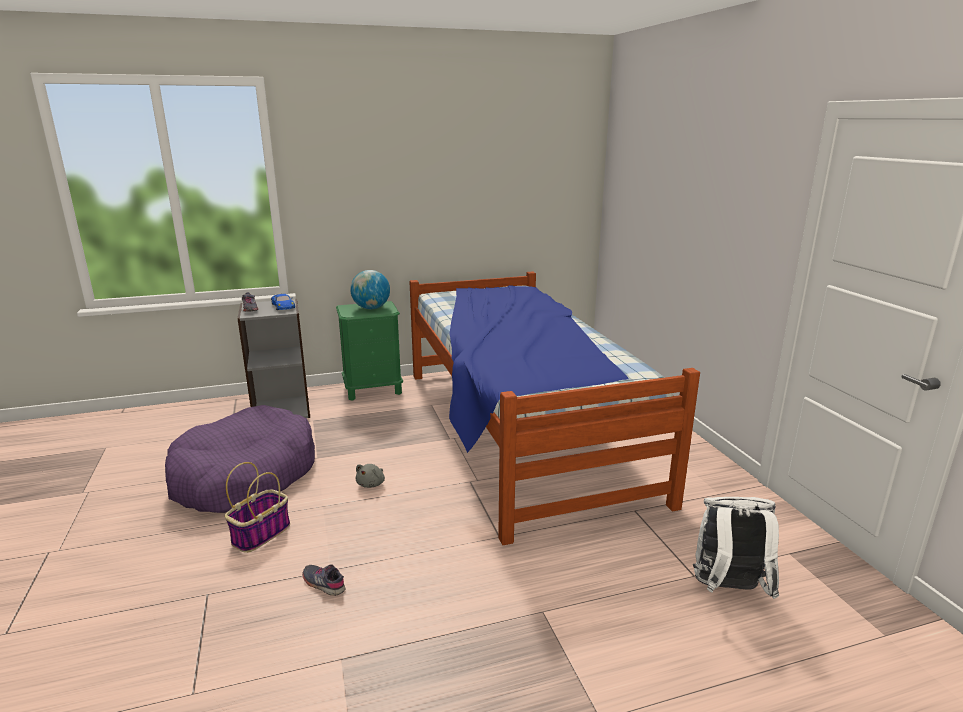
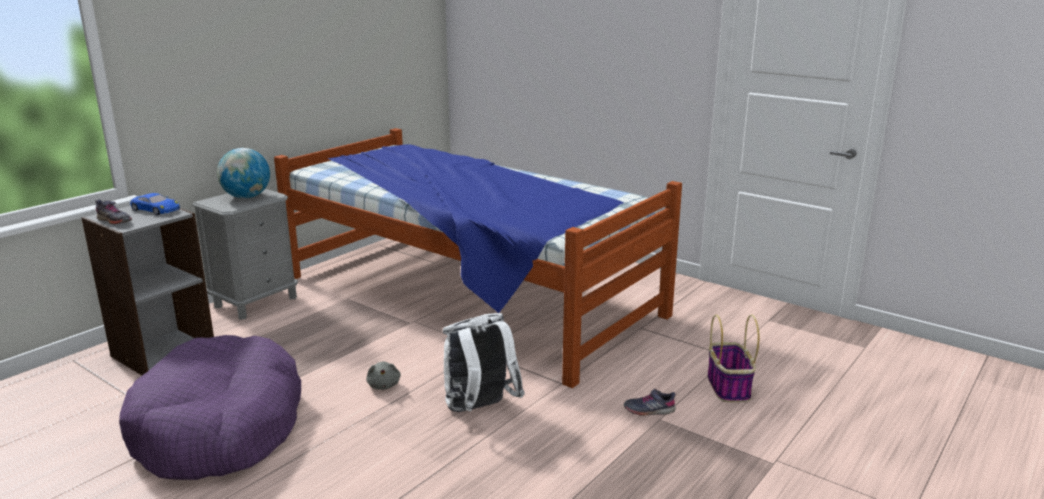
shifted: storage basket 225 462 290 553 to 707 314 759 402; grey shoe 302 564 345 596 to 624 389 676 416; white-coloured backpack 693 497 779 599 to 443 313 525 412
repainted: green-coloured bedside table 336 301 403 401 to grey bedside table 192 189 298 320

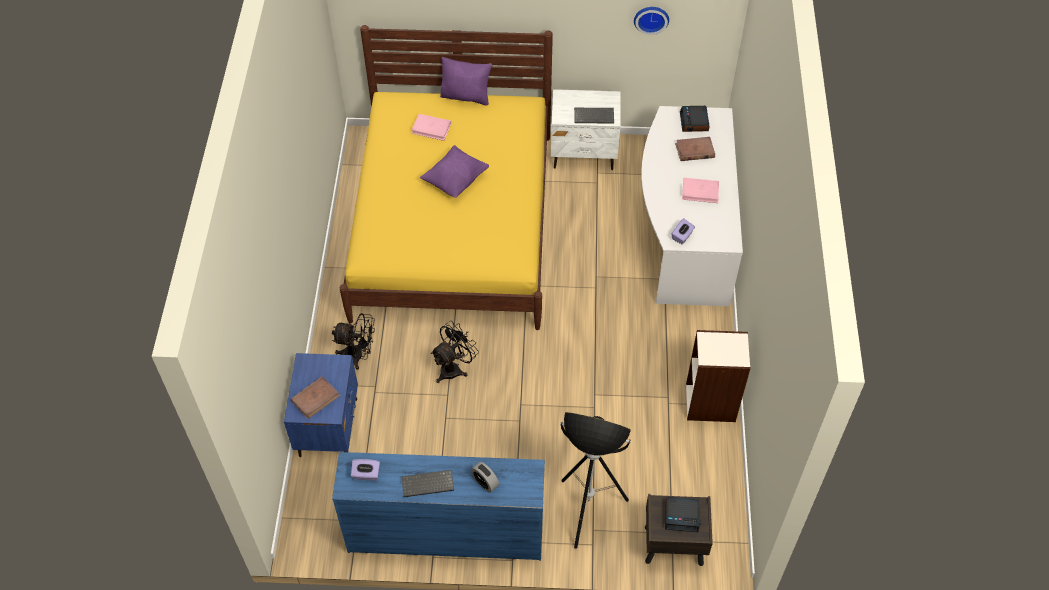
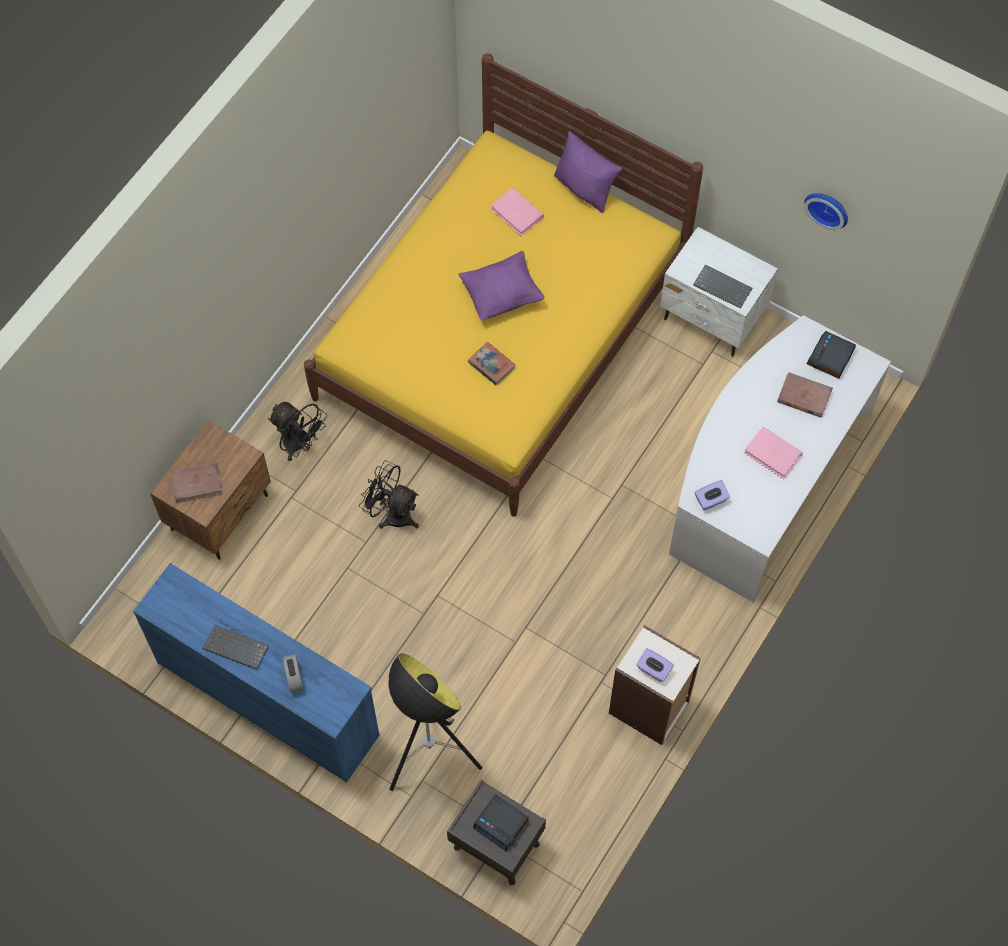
new: volume 468 342 515 385
shifted: purple-coloured box of tissues 351 459 380 481 to 636 648 674 682
repainted: bluish bedside table 284 353 358 457 to brown bedside table 150 420 271 560
rotated: black fan 431 321 479 383 = 359 460 419 529 135 degrees counterclockwise

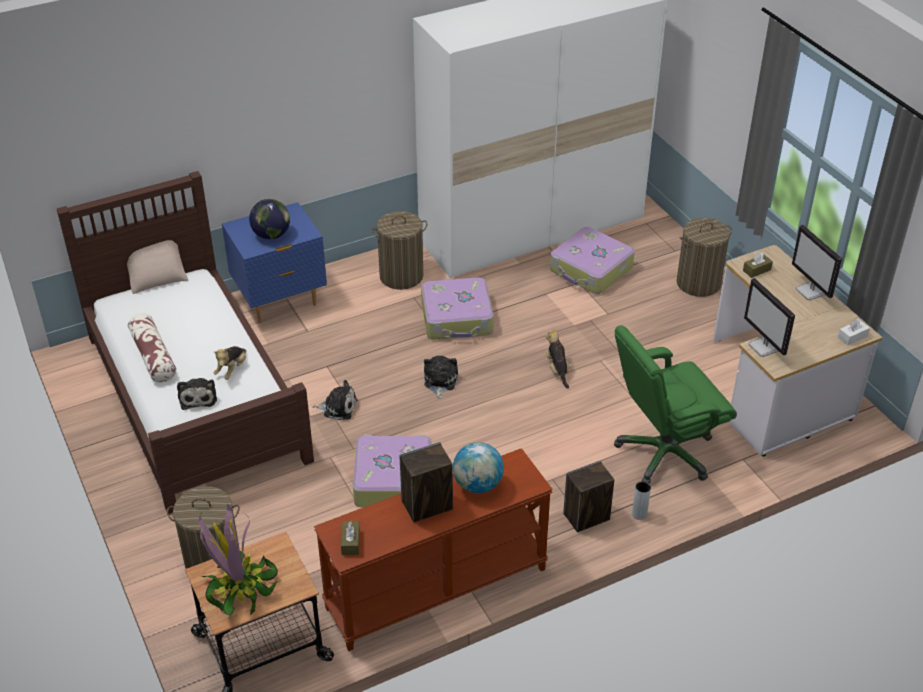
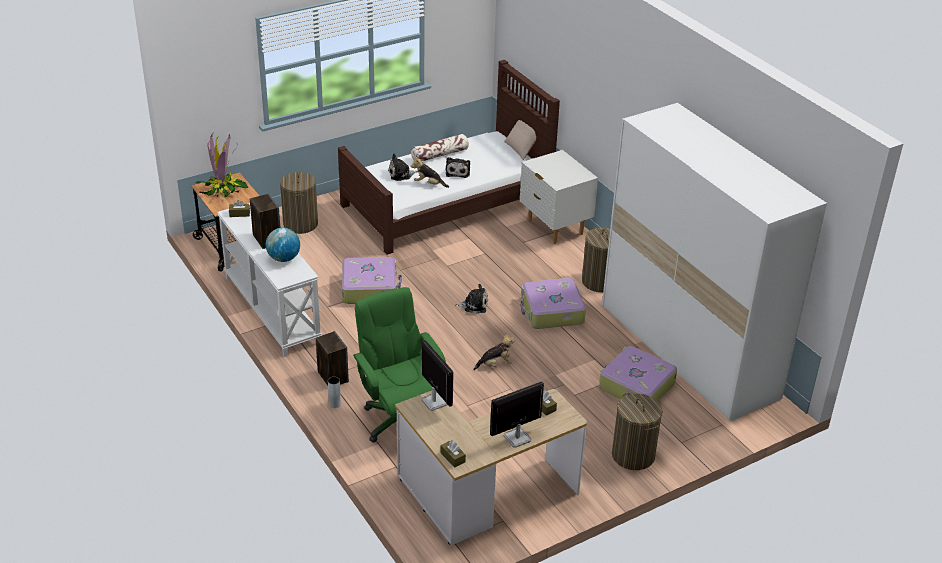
gone: globe 249 199 290 239
shifted: plush toy 313 380 357 420 to 446 157 470 178
repainted: bluish bedside table 222 202 327 323 to white-coloured bedside table 520 150 598 244; brown narrow table 314 448 553 651 to white-coloured narrow table 217 203 322 357; white-coloured box of tissues 838 318 870 346 to brown box of tissues 441 440 466 468
rotated: computer display 744 278 795 357 = 422 340 454 411 90 degrees clockwise

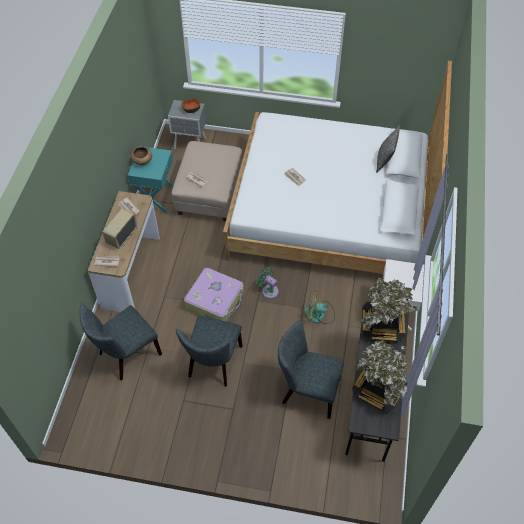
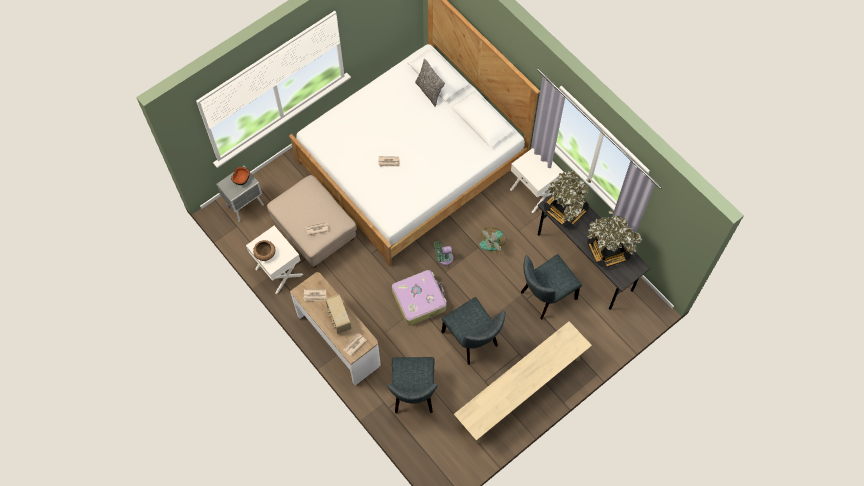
new: beige bench 454 321 592 443
repainted: blue-green bedside table 128 146 173 212 to white-coloured bedside table 246 226 303 294

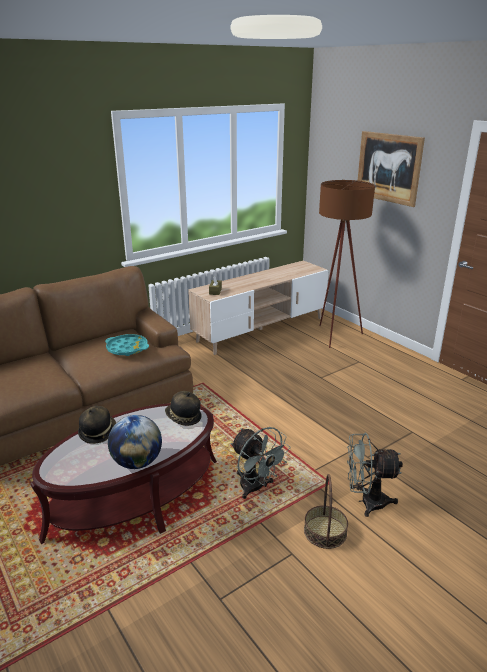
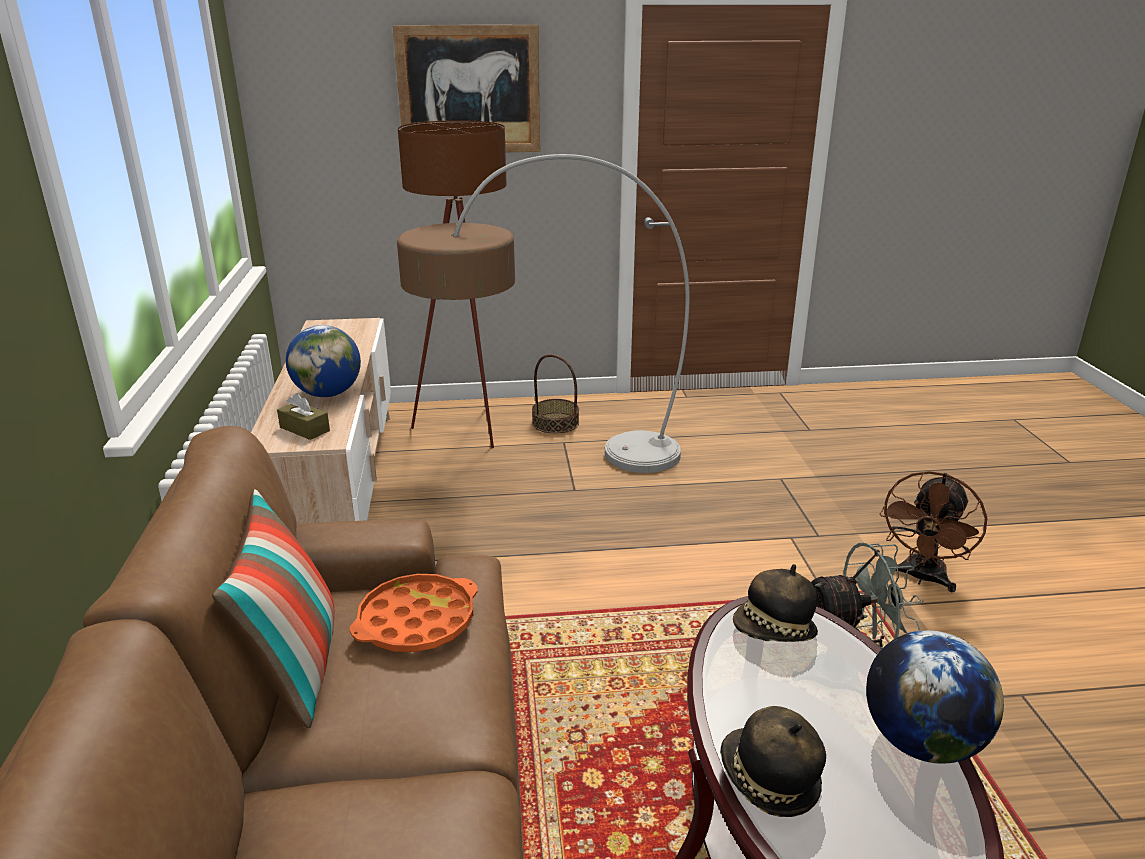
new: pillow 212 489 334 728; globe 286 325 361 397; standing lamp 397 154 689 473
shifted: storage basket 304 474 348 549 to 532 354 579 434
repainted: blue-green serving tray 105 334 149 356 to orange-coloured serving tray 349 574 478 652; grey fan 347 433 403 517 to brown fan 880 471 987 592

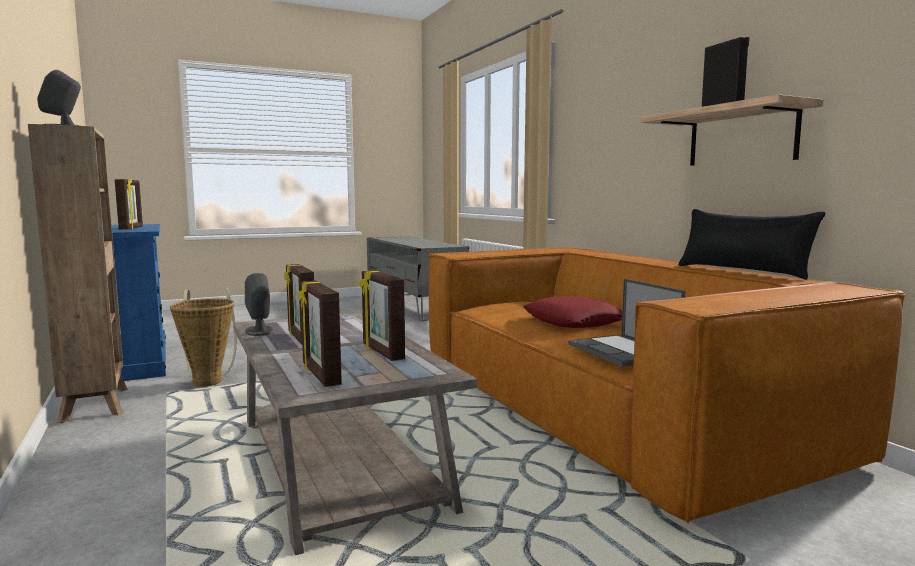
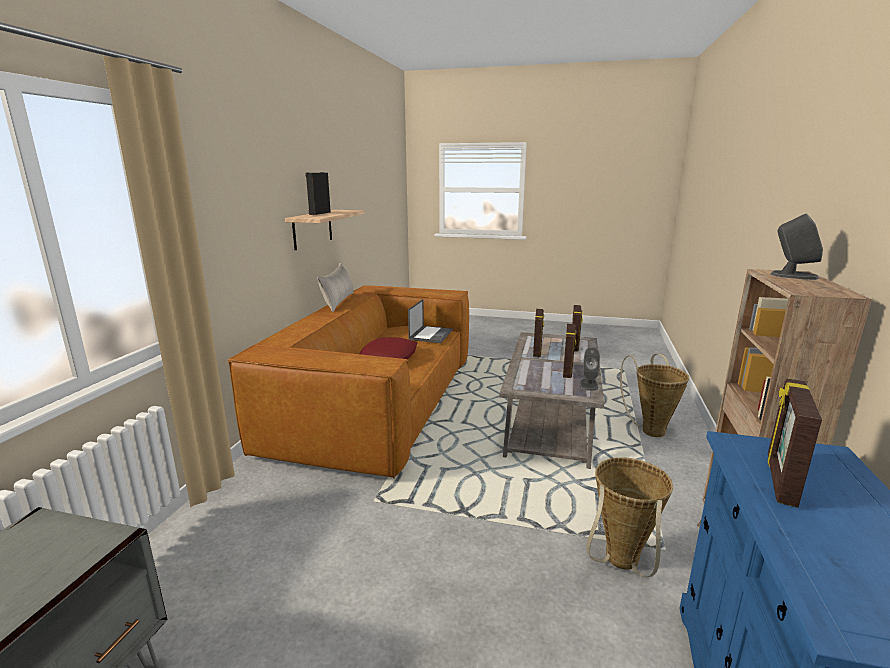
new: storage basket 620 354 689 437
repainted: black pillow 678 209 825 280 to beige pillow 317 263 354 312

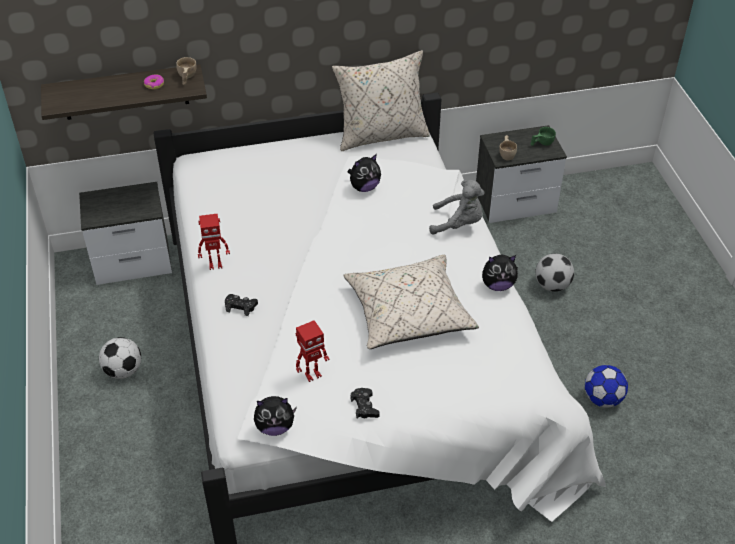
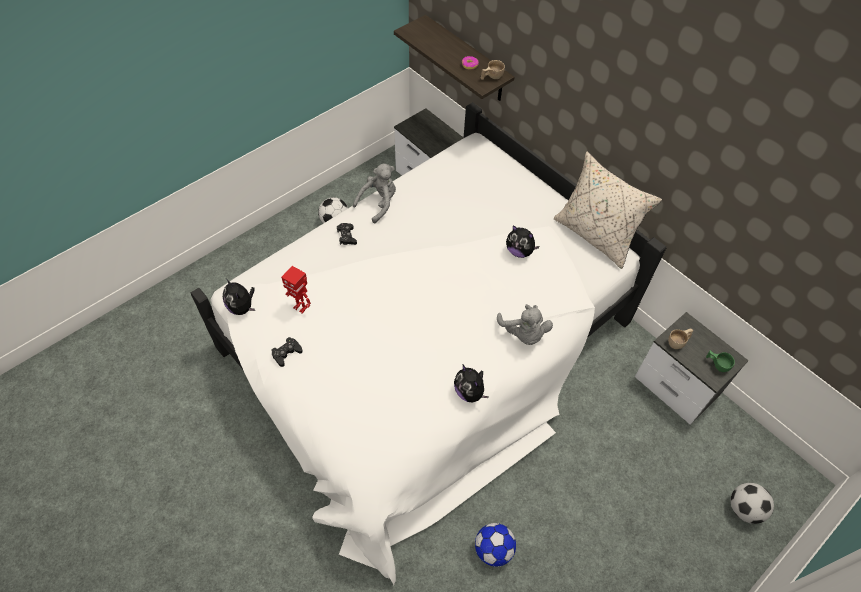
gone: beige pillow 343 255 479 349
shifted: football 535 253 574 292 to 731 483 774 524
swapped: robot figure 198 213 230 270 to grey plush toy 353 164 396 223

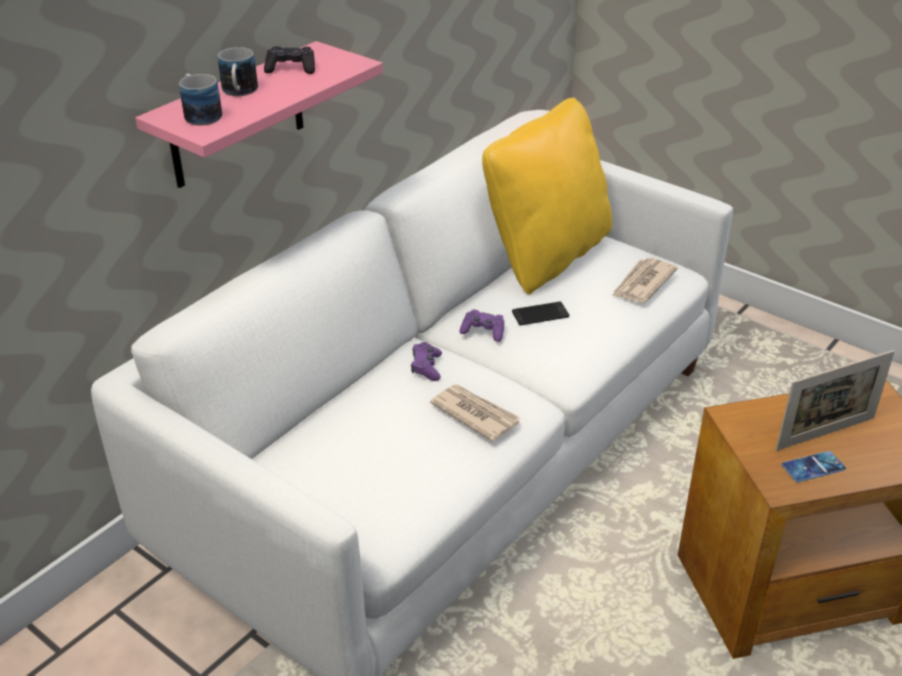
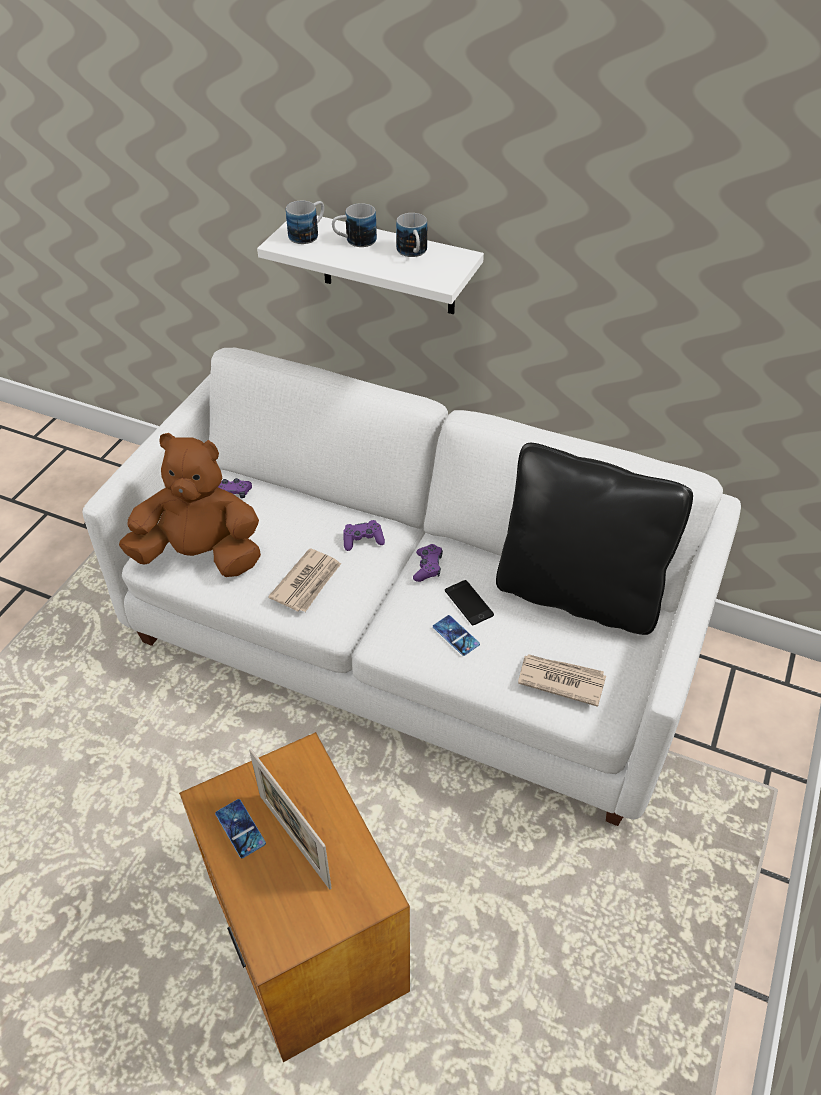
new: brown plush toy 119 433 261 577; purple-coloured joypad 218 478 252 498; handset 433 615 480 656
swapped: black joypad 264 46 315 74 to mug 396 213 427 257
repainted: pinkish shelf 135 41 383 188 to white-coloured shelf 257 216 484 314; yellow-coloured pillow 482 98 612 294 to black pillow 496 443 693 635

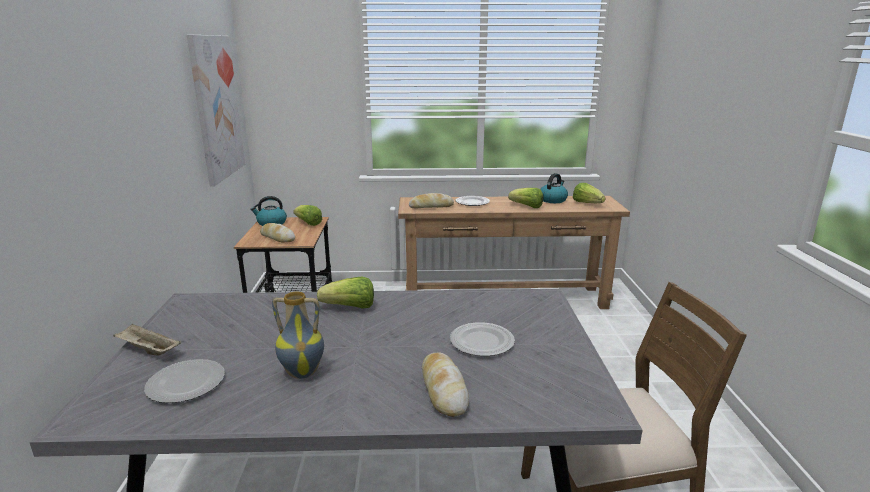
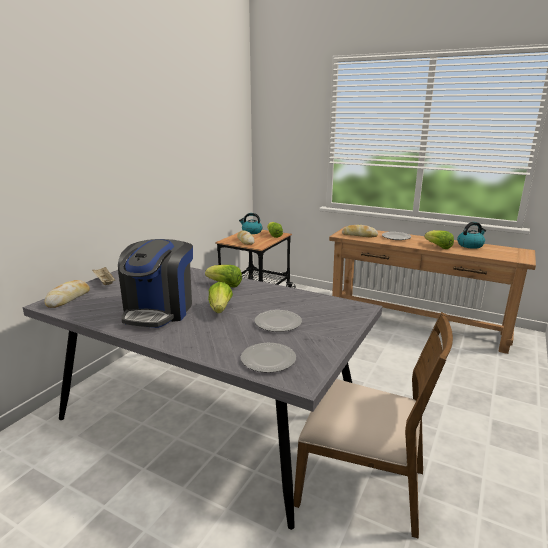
gone: wall art 187 35 245 186
shifted: plate 144 359 225 403 to 241 343 296 373; bakery bread 422 352 469 417 to 45 280 90 308; head of lettuce 573 183 606 203 to 208 282 233 313
swapped: vase 272 292 324 379 to coffee brewer 118 239 193 328

